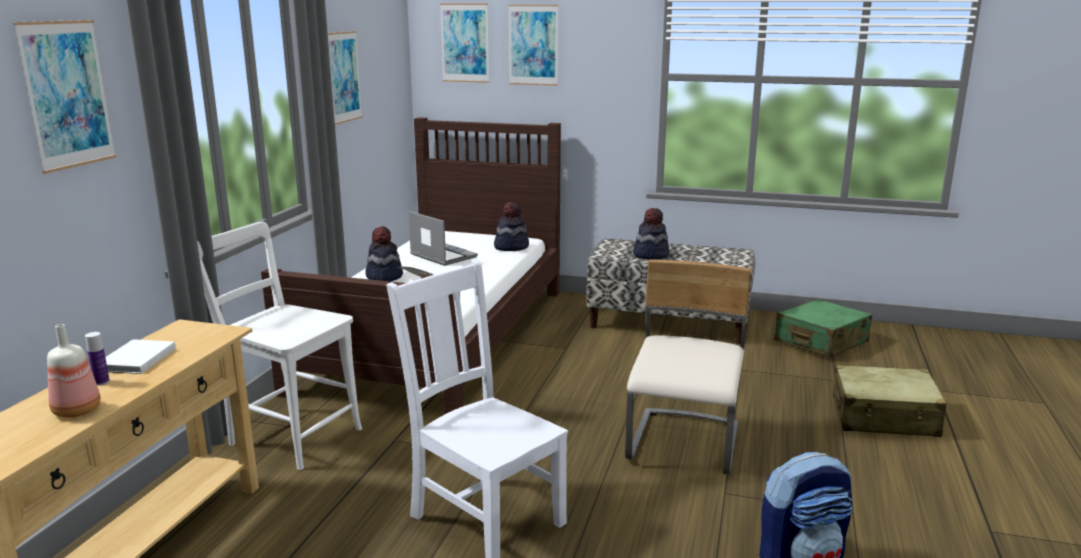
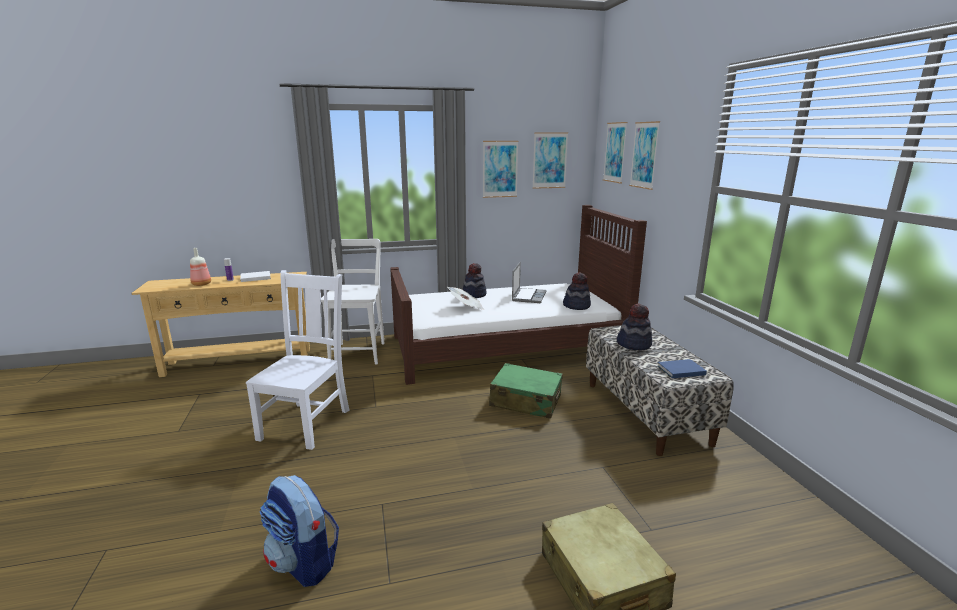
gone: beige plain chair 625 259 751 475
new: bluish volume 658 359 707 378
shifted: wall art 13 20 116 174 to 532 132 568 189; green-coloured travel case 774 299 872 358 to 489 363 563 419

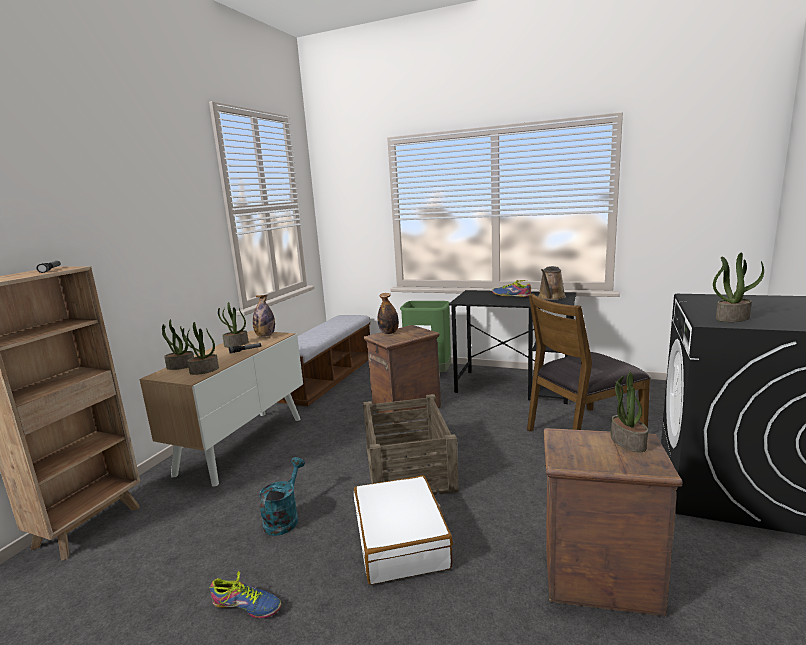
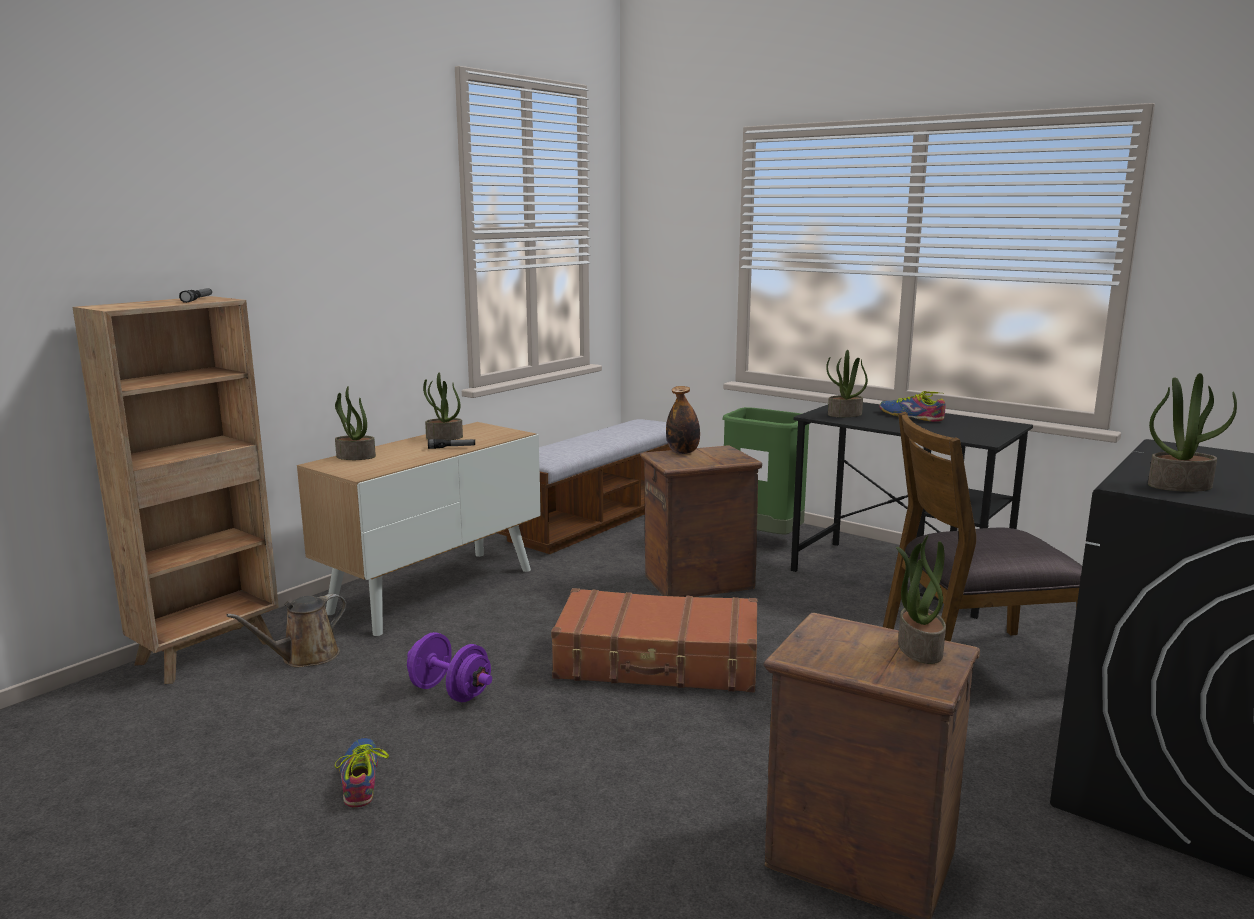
gone: drink bottle 253 295 275 337; white-coloured travel case 354 475 453 585
shifted: potted plant 182 322 219 375 to 826 350 868 417; brown sprinkling can 538 266 566 300 to 226 594 346 668
swapped: blue-green sprinkling can 259 457 305 536 to purple-coloured dumbbell 407 632 492 702; shipping crate 363 394 459 495 to brown travel case 551 588 757 692
rotated: shoe 209 571 281 618 = 335 738 389 807 135 degrees counterclockwise

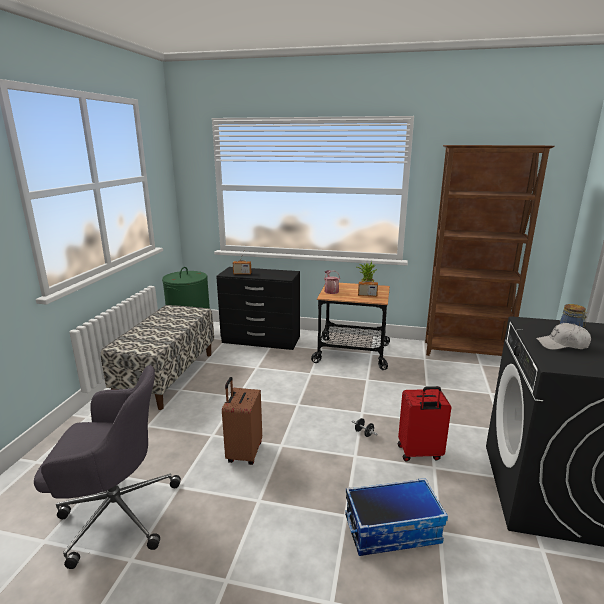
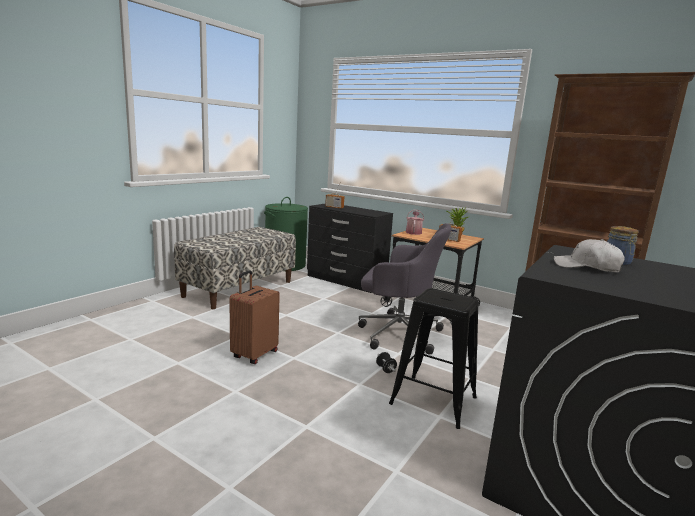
gone: storage container 345 478 448 556
shifted: grey office chair 34 365 181 569 to 358 223 451 355
swapped: red travel case 398 386 451 461 to black sitting stool 389 288 479 429

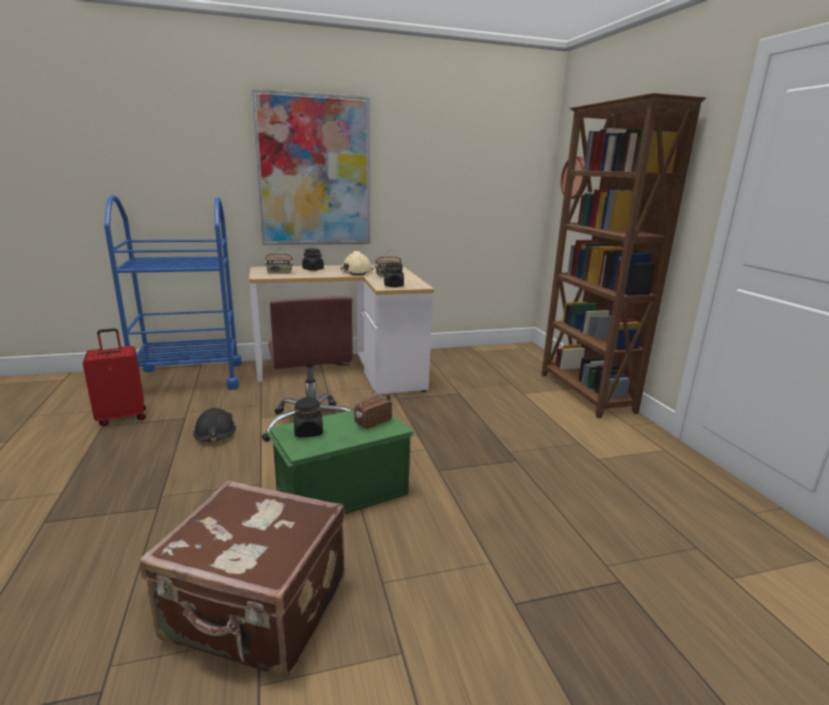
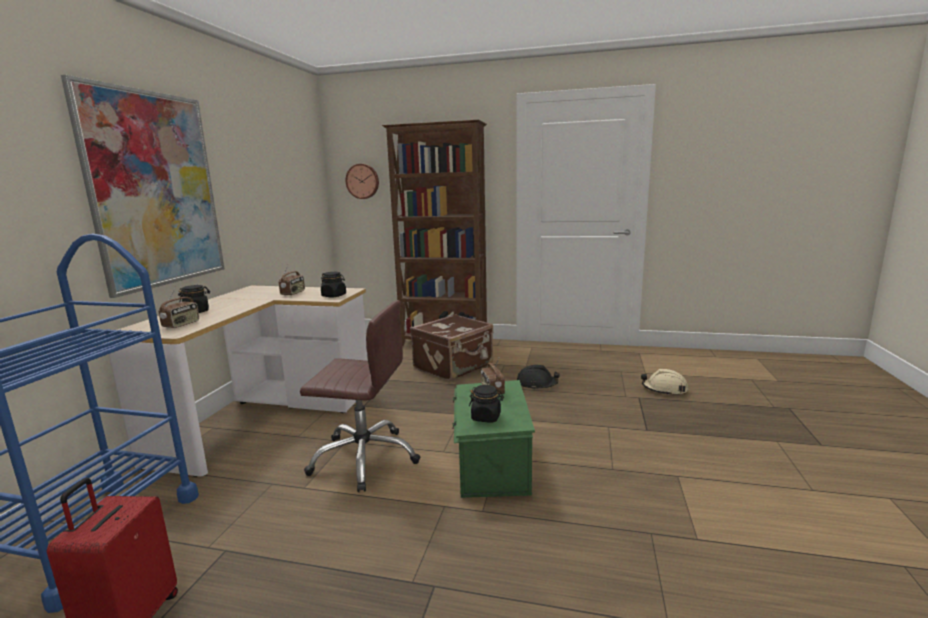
shifted: brown travel case 140 480 345 678 to 410 314 493 381; black safety helmet 193 408 236 442 to 517 365 560 390; beige safety helmet 341 251 373 276 to 641 369 688 396

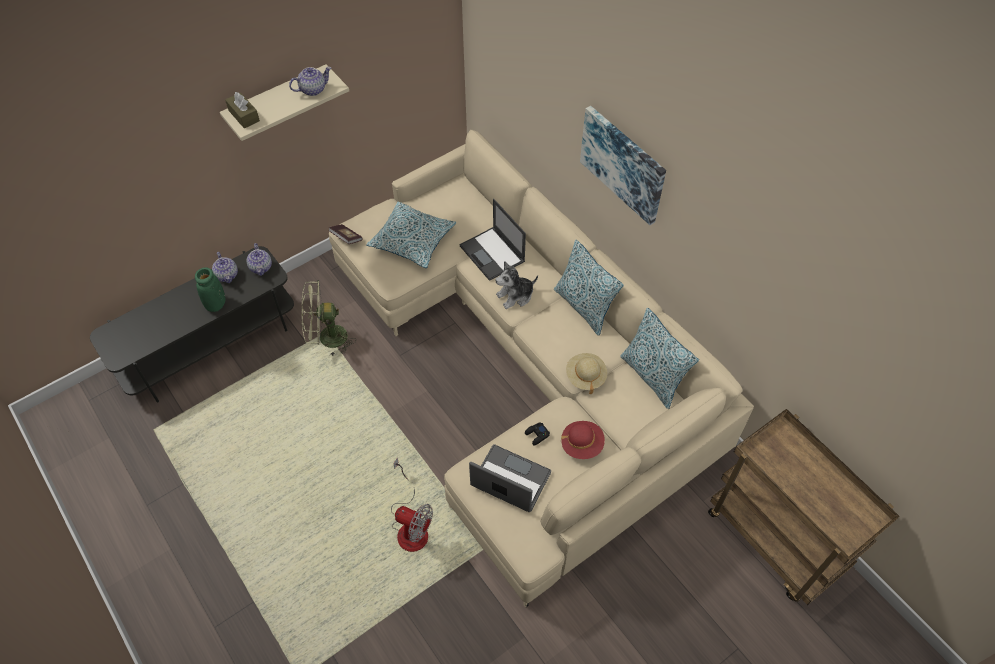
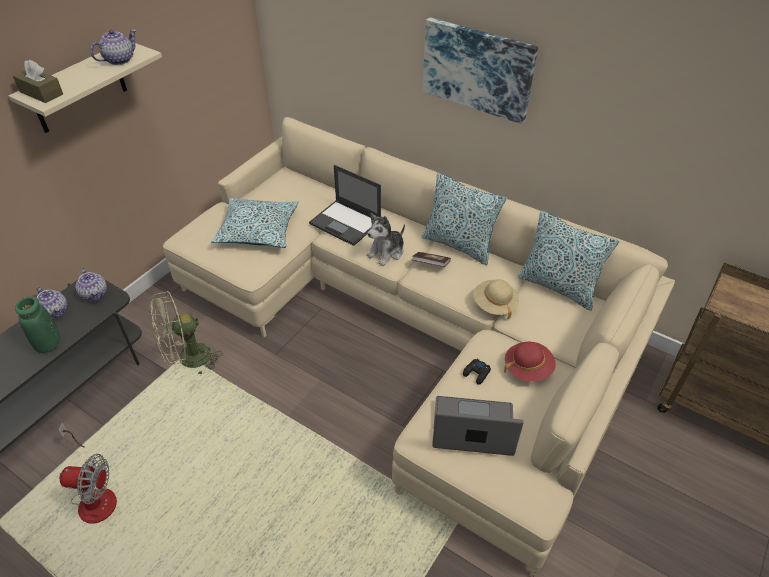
shifted: volume 328 224 363 244 to 413 252 451 267; fan 391 457 433 552 to 58 423 117 524

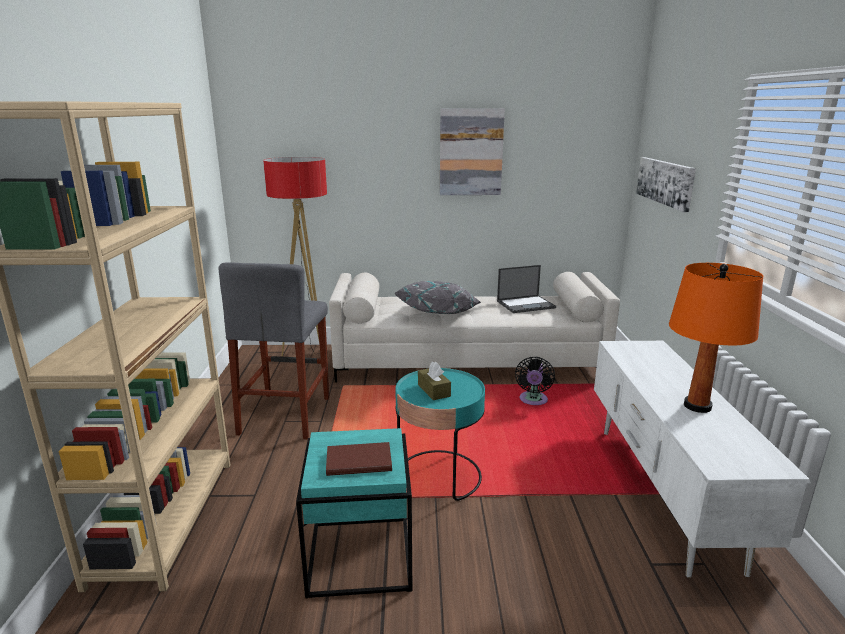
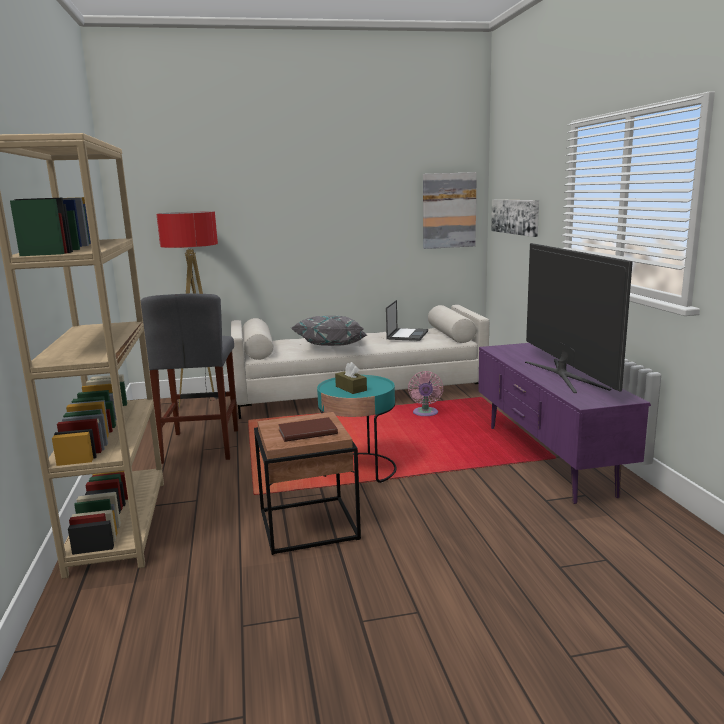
shifted: wall art 440 108 505 195 to 423 172 477 249
swapped: orange-coloured lamp for a table 669 263 763 413 to television 525 243 633 393
repainted: blue-green accent table 296 428 412 598 to brown accent table 254 412 361 555; black fan 515 357 555 405 to pinkish fan 408 371 443 416; white-coloured media console 594 341 811 578 to purple-coloured media console 478 343 651 504
rotated: laptop 497 265 556 313 = 386 300 428 341 45 degrees counterclockwise

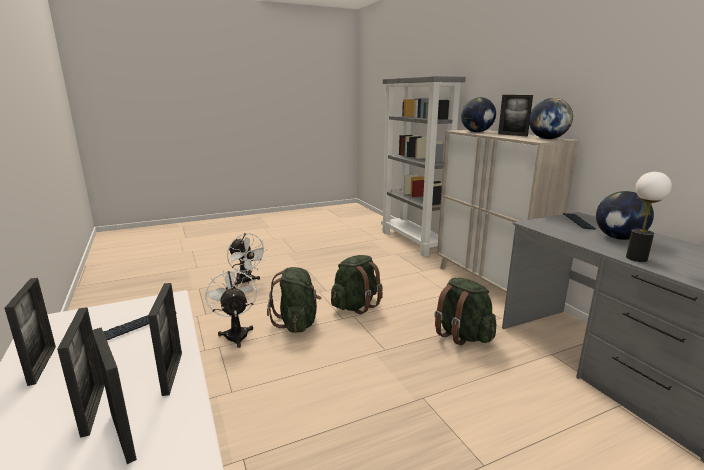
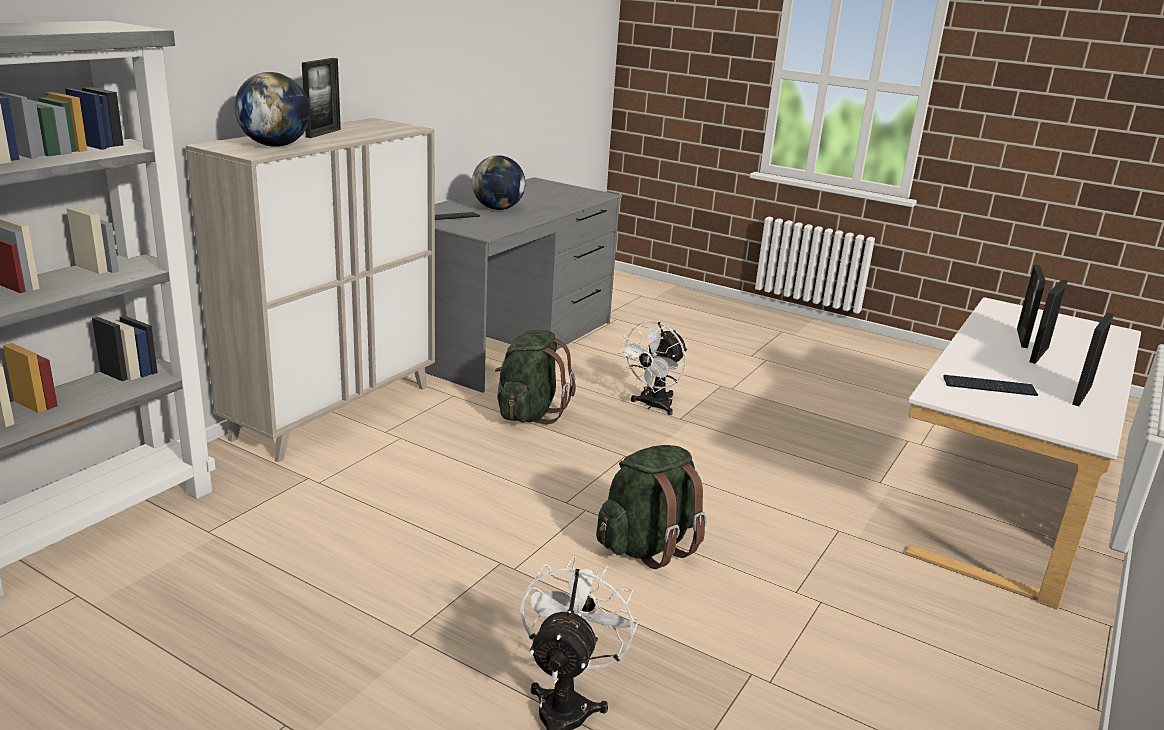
gone: standing frame 148 283 182 396; green-coloured backpack 331 255 383 314; globe 529 98 573 139; lamp for a table 626 172 672 262
shifted: white-coloured fan 205 268 257 348 to 618 321 687 415

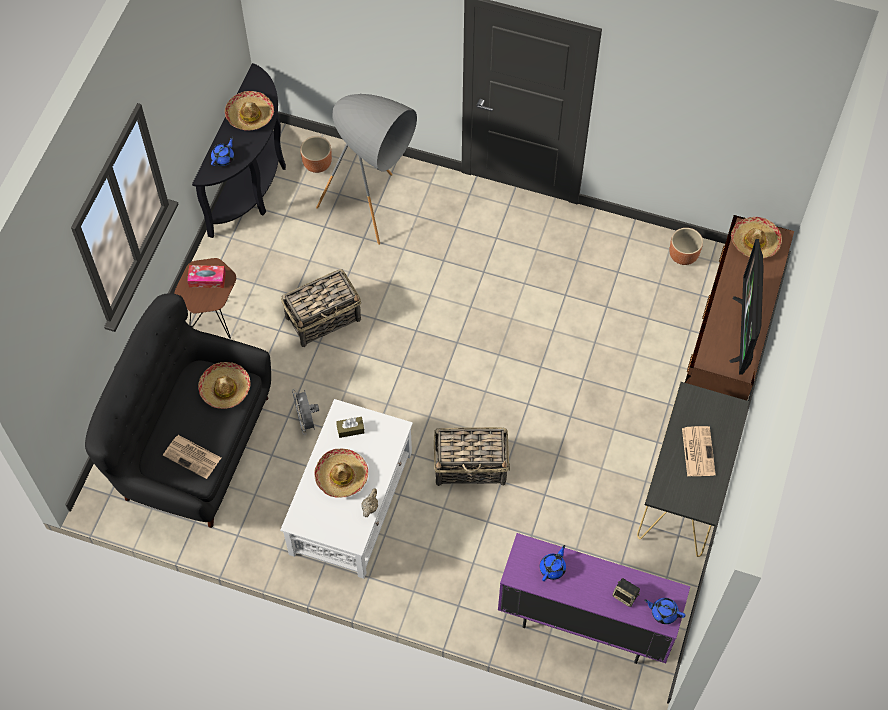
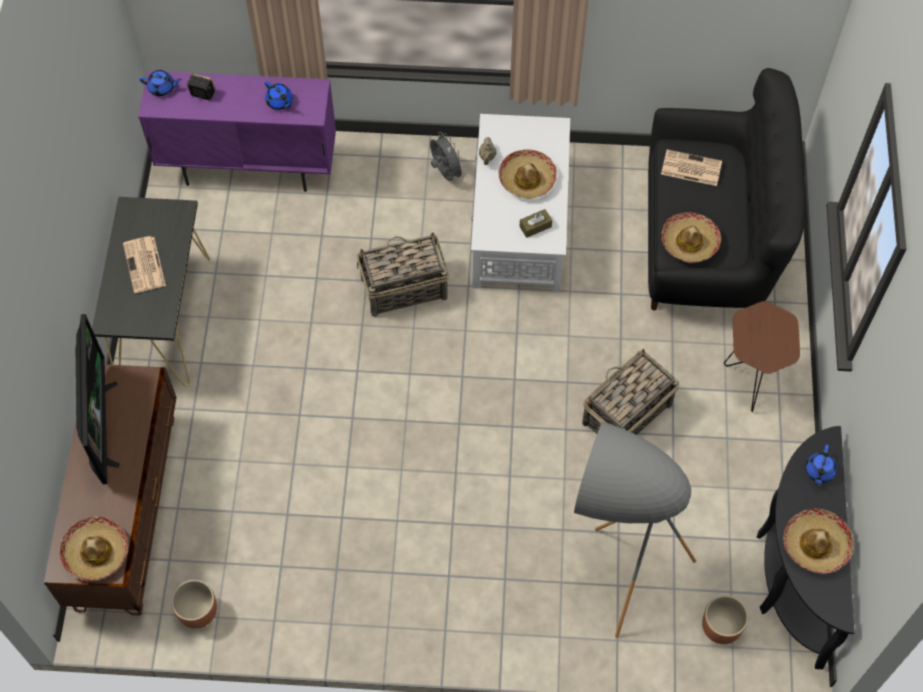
gone: box of tissues 187 265 226 288
shifted: grey fan 292 389 319 435 to 430 132 465 181
rotated: bluish tea pot 540 545 566 581 = 265 81 293 110 60 degrees counterclockwise

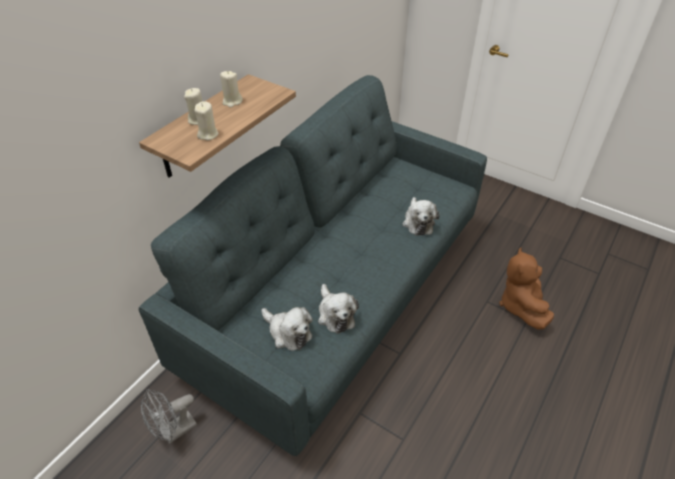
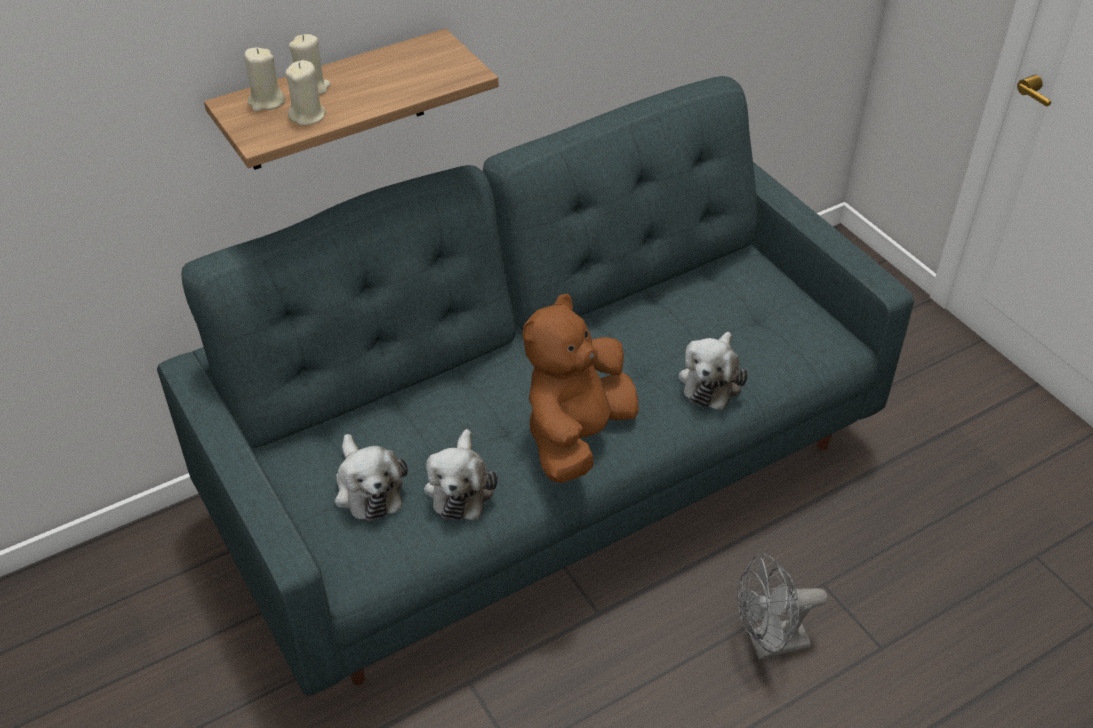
shifted: grey fan 141 389 197 444 to 737 553 827 660; beige wax light 220 71 243 108 to 244 47 285 112; brown plush toy 499 247 554 330 to 523 294 639 483

